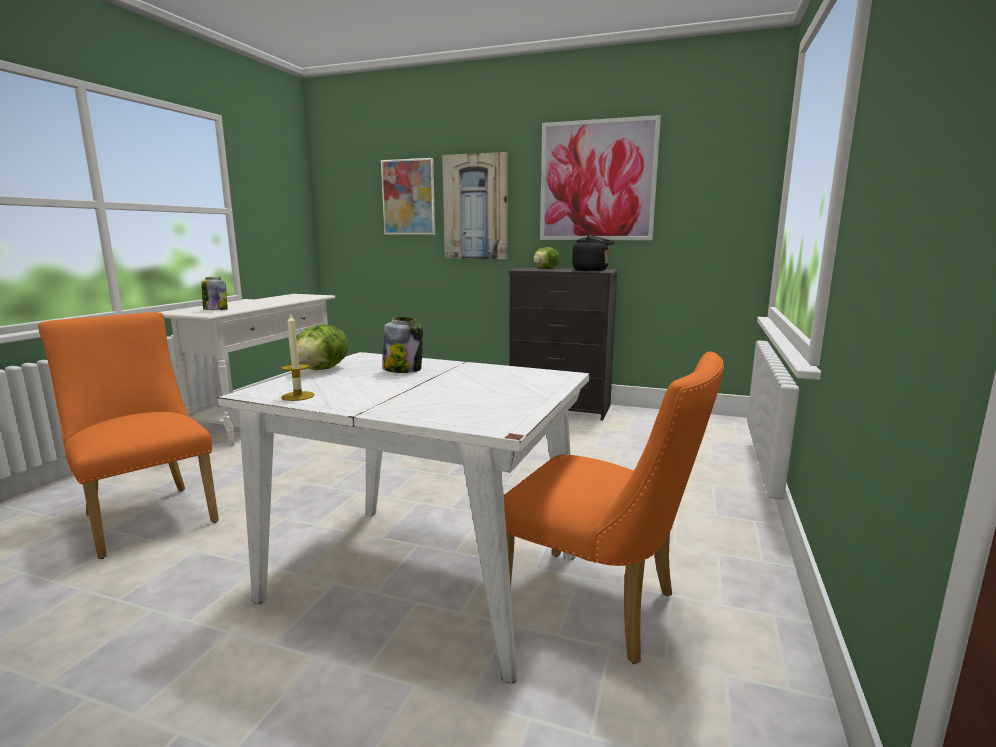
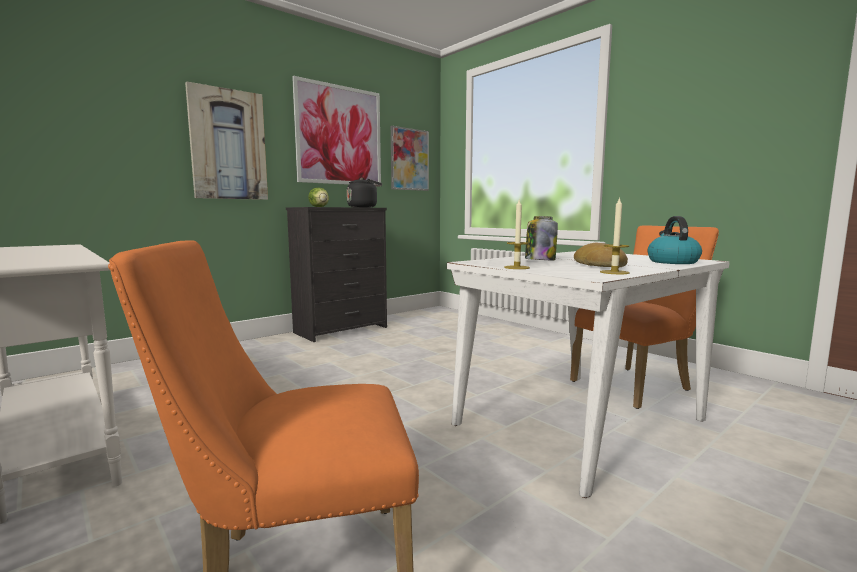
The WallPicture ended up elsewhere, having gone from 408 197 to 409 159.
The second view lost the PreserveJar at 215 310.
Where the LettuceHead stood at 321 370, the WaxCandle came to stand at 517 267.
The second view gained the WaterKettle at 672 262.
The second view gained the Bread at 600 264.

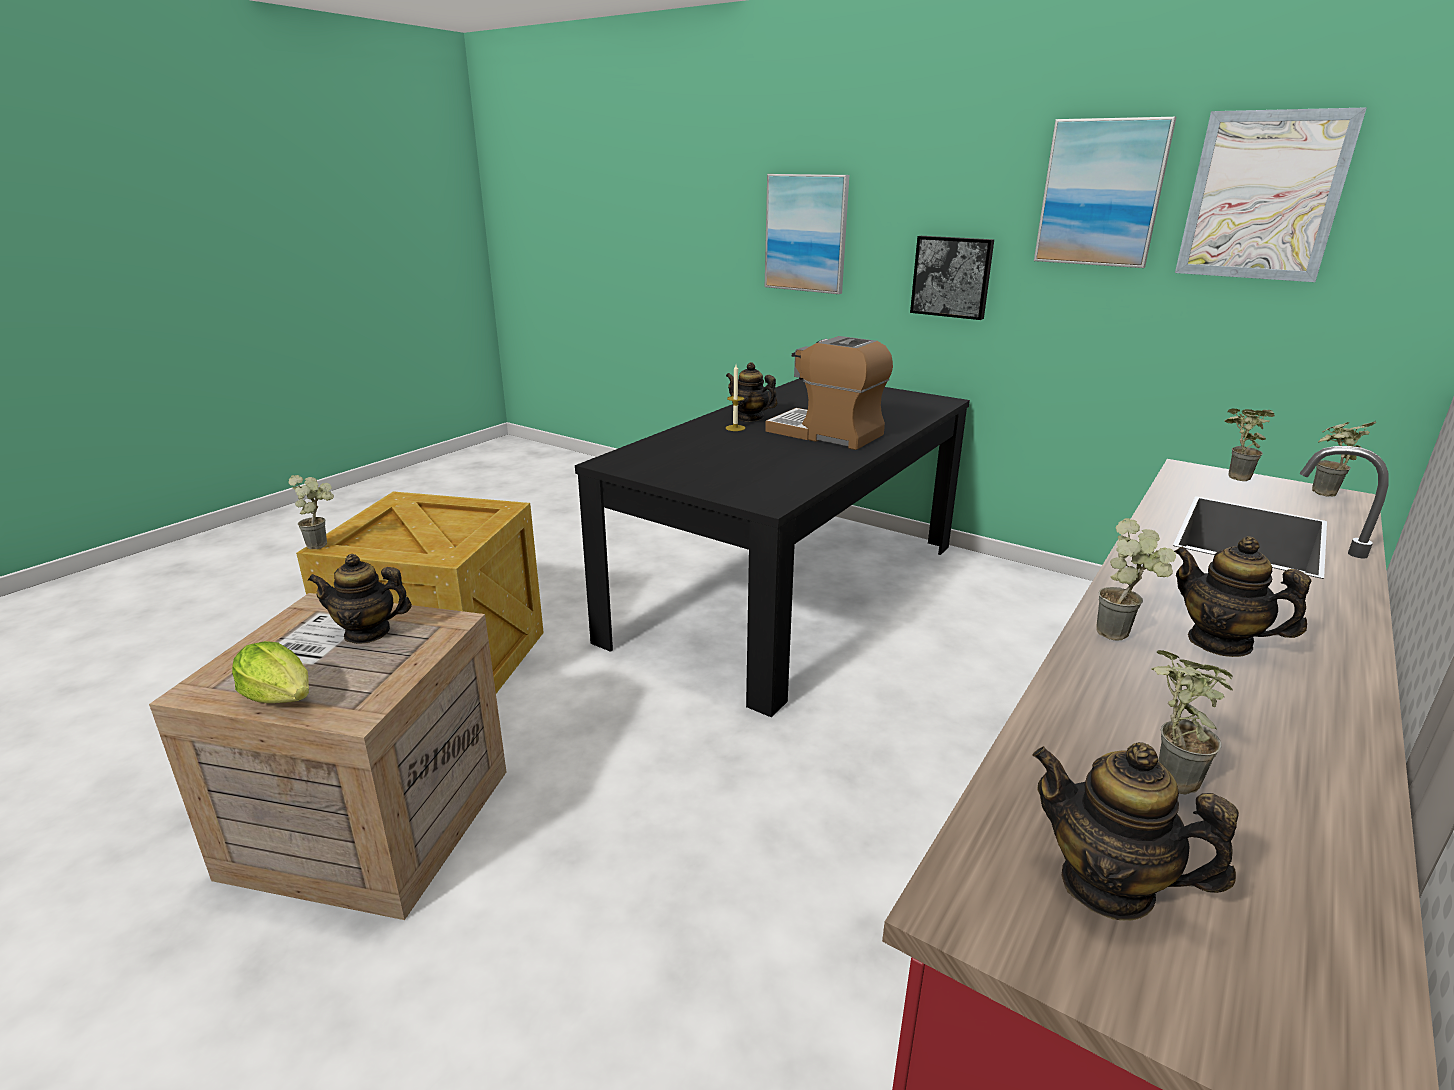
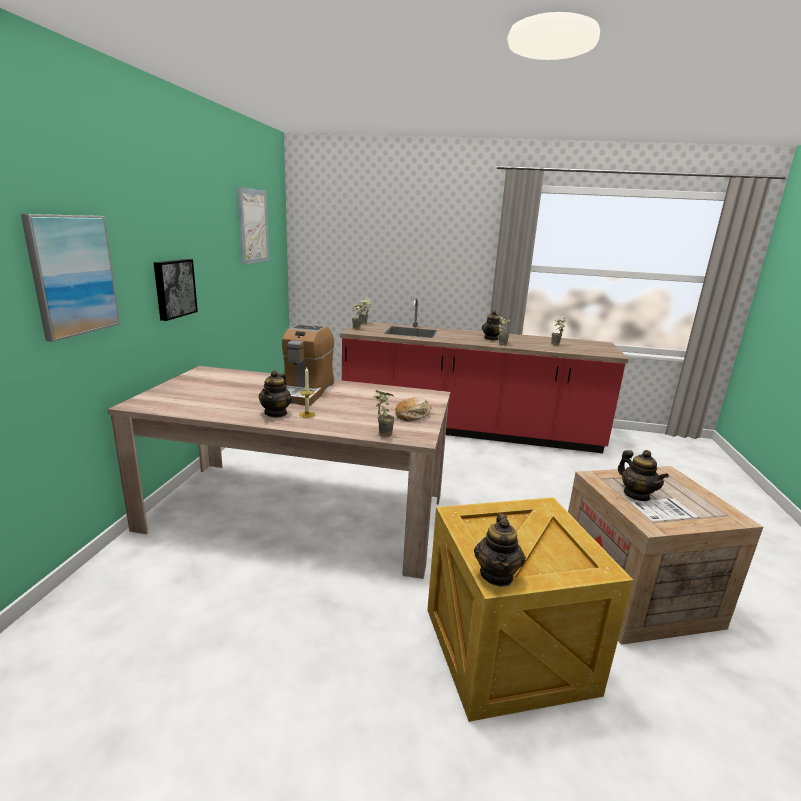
The second view lost the WallPicture at 1101 193.
What was the BlackKitchenTable at 790 590 turned into the SandColouredKitchenTable at 298 512.
The PottedPlant ended up elsewhere, having gone from 323 544 to 381 434.
The second view lost the LettuceHead at 281 696.
The PotForTea ended up elsewhere, having gone from 1108 886 to 497 575.
The second view gained the Bread at 413 415.

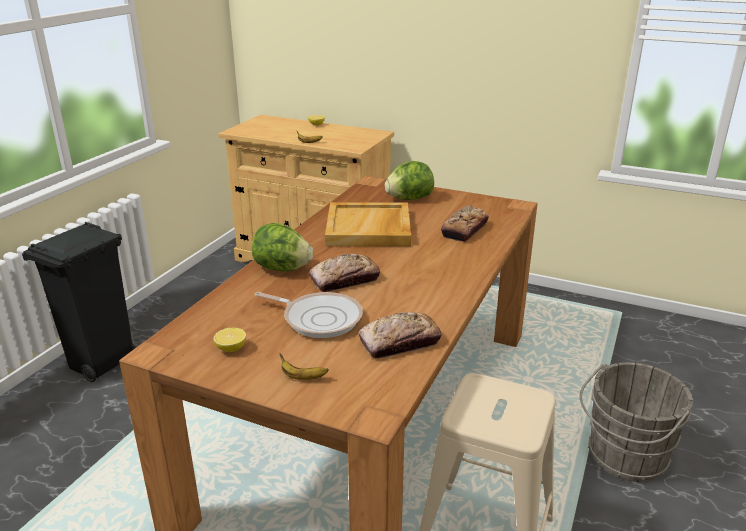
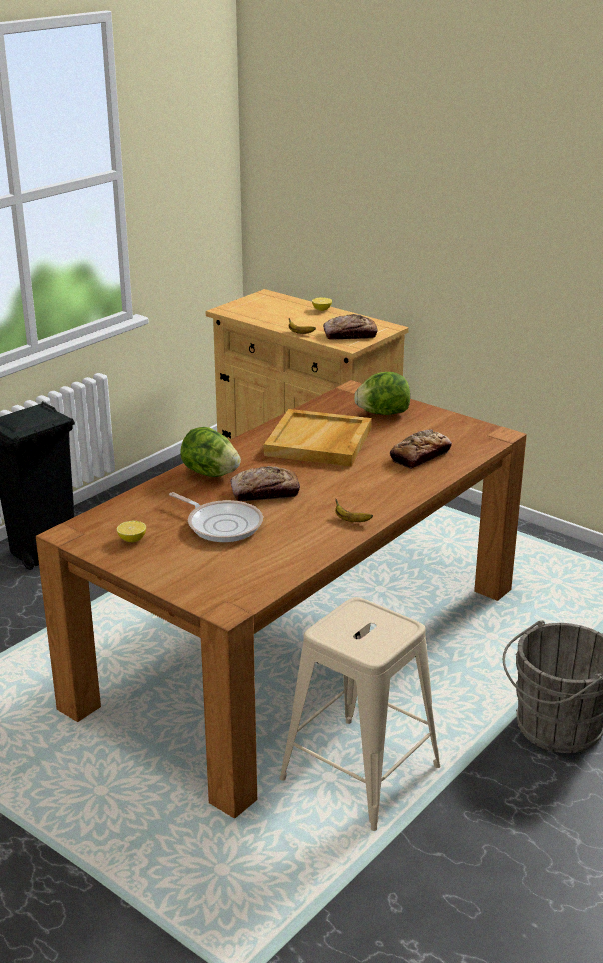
The Bread ended up elsewhere, having gone from 399 343 to 350 335.
The WholeBanana ended up elsewhere, having gone from 302 377 to 351 520.

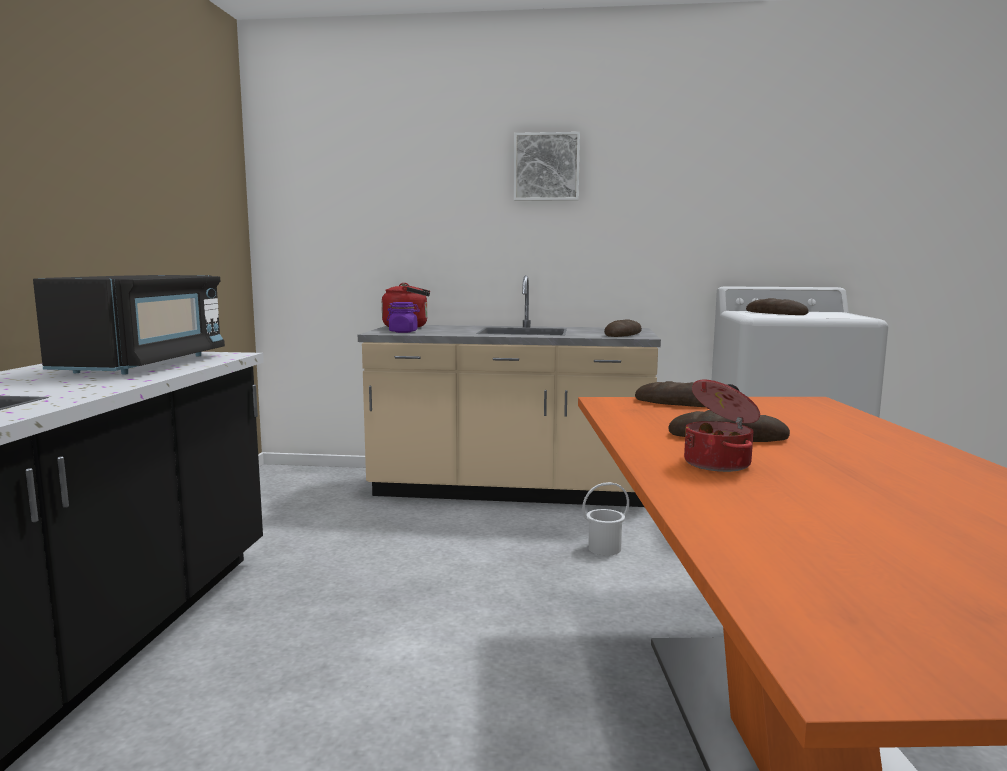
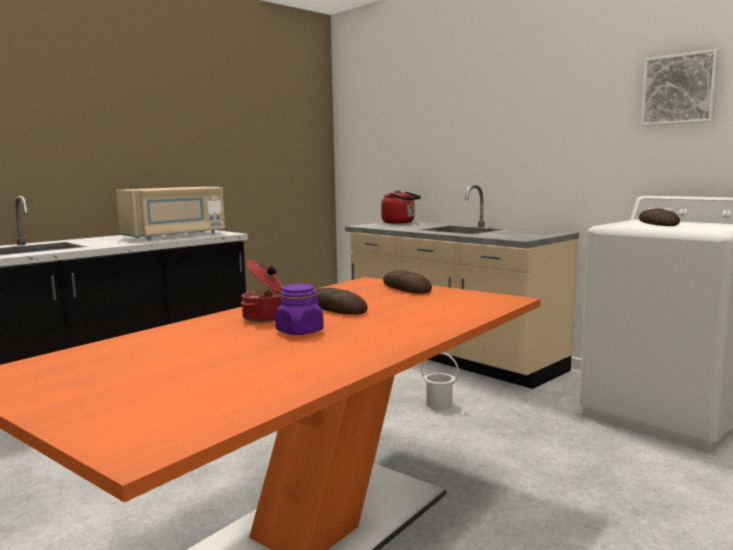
The WallPicture ended up elsewhere, having gone from 546 167 to 679 89.
What was the BlackMicrowave at 145 364 turned into the SandColouredMicrowave at 175 235.
The PurpleColouredPreserveJar ended up elsewhere, having gone from 403 332 to 300 331.
The second view lost the Bread at 623 334.

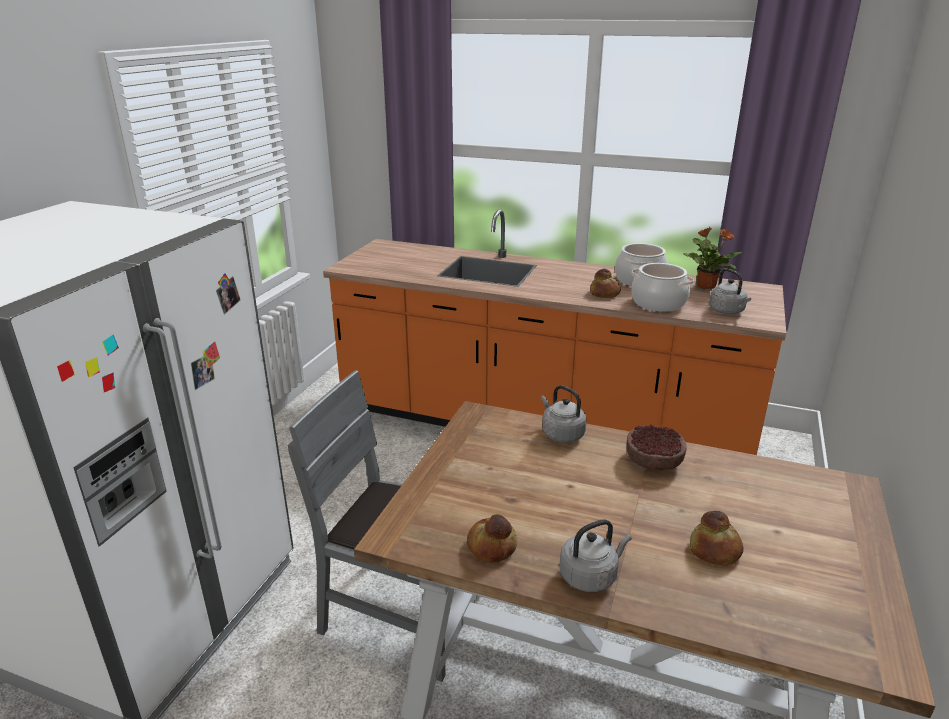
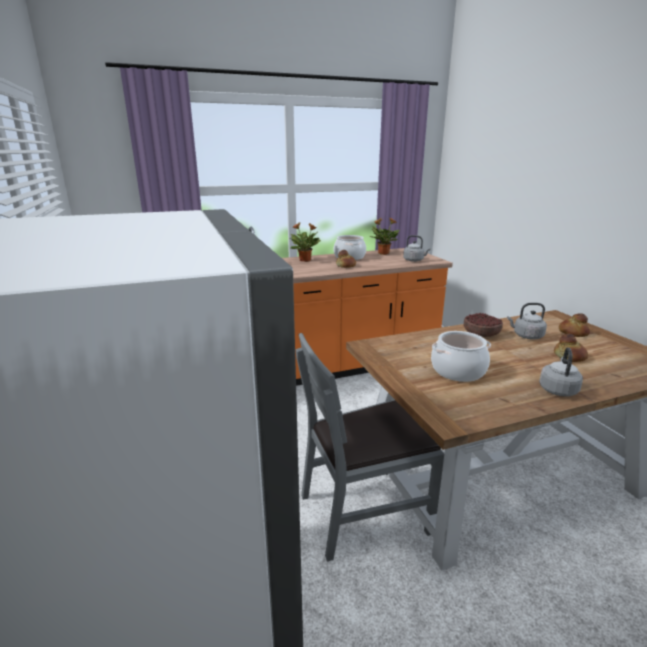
The Saucepot ended up elsewhere, having gone from 659 303 to 458 370.
The GreyWaterKettle ended up elsewhere, having gone from 561 434 to 526 336.
The Bread ended up elsewhere, having gone from 491 546 to 572 332.
The second view gained the PottedPlant at 305 260.

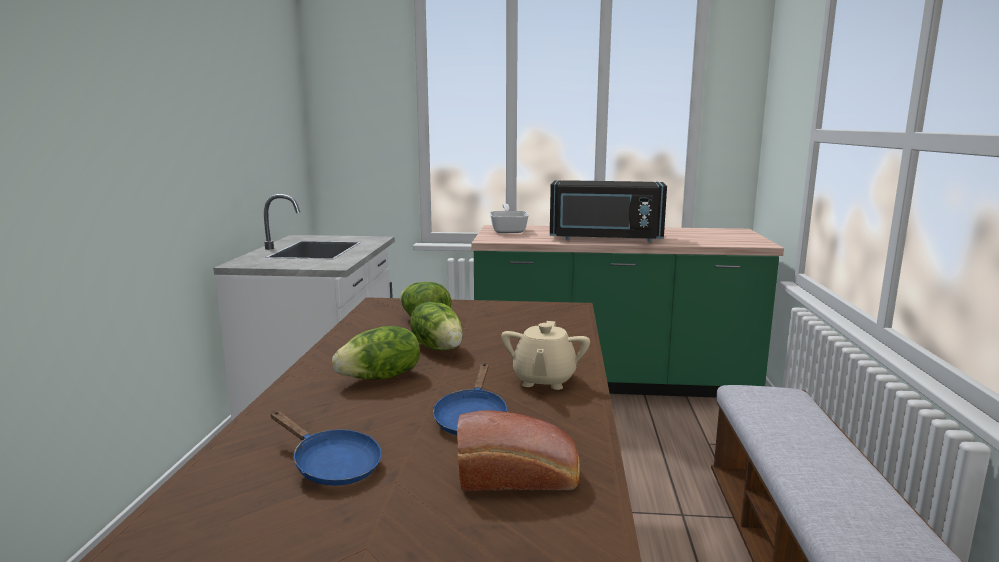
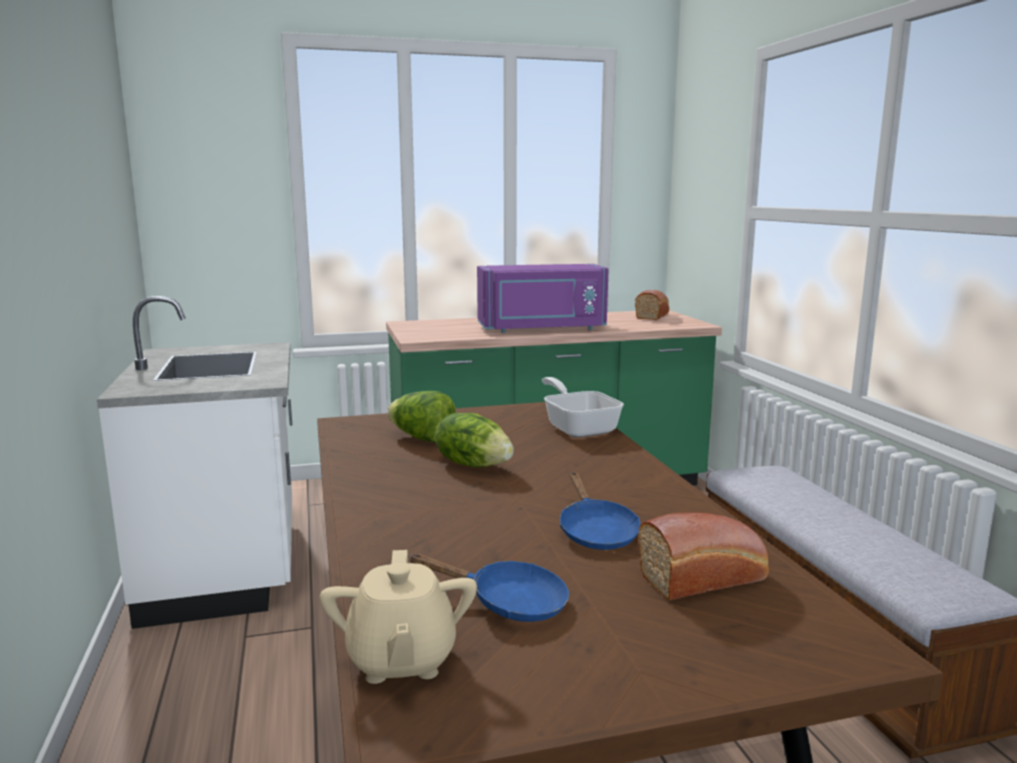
What was the BlackMicrowave at 605 238 turned into the PurpleColouredMicrowave at 542 329.
The FryingPan ended up elsewhere, having gone from 509 230 to 578 427.
The SandColouredPotForTea ended up elsewhere, having gone from 544 380 to 401 660.
The second view lost the LettuceHead at 381 378.
The second view gained the Bread at 653 316.

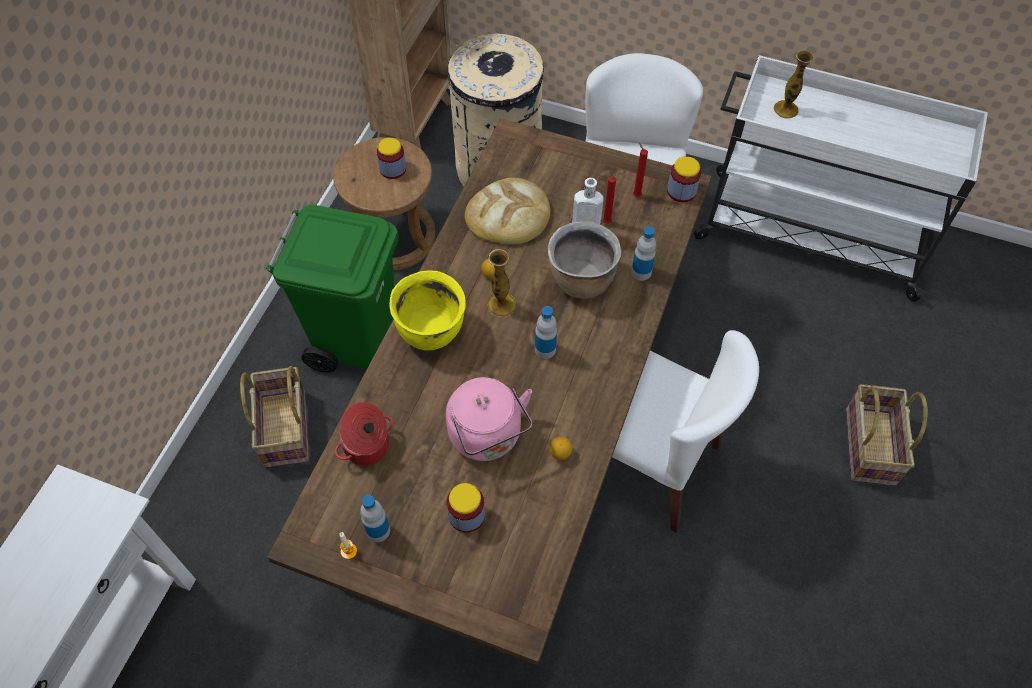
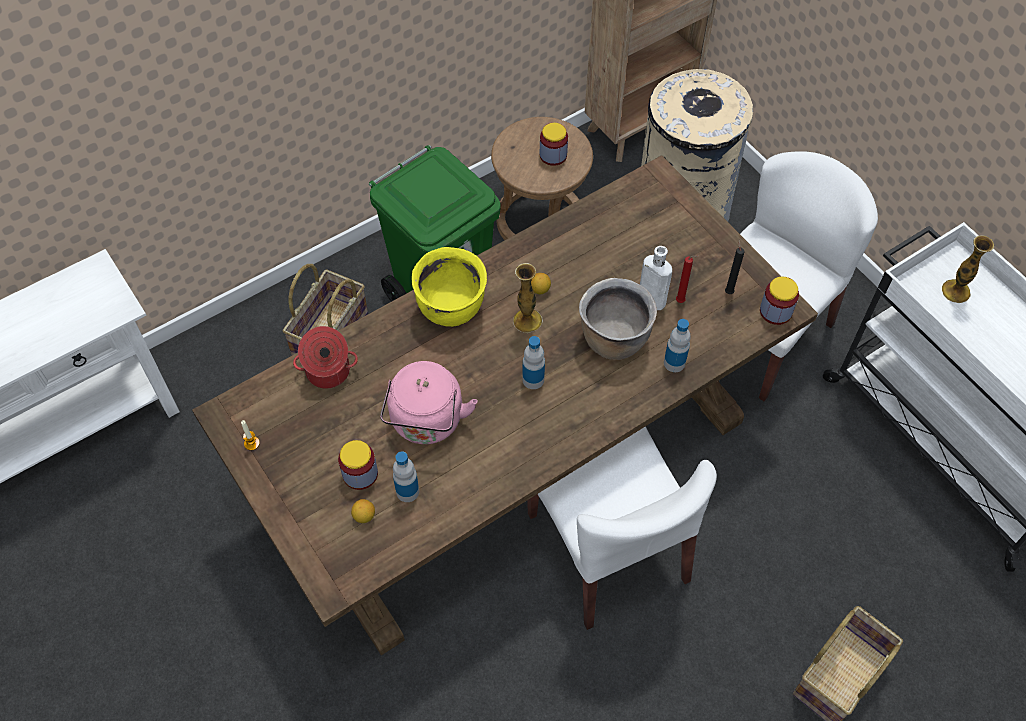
What was the RedWaxCandle at 635 195 turned into the BlackWaxCandle at 728 291.
The second view lost the Bread at 508 215.
The CitrusFruit ended up elsewhere, having gone from 560 453 to 364 516.
The BeverageBottle ended up elsewhere, having gone from 378 530 to 407 491.

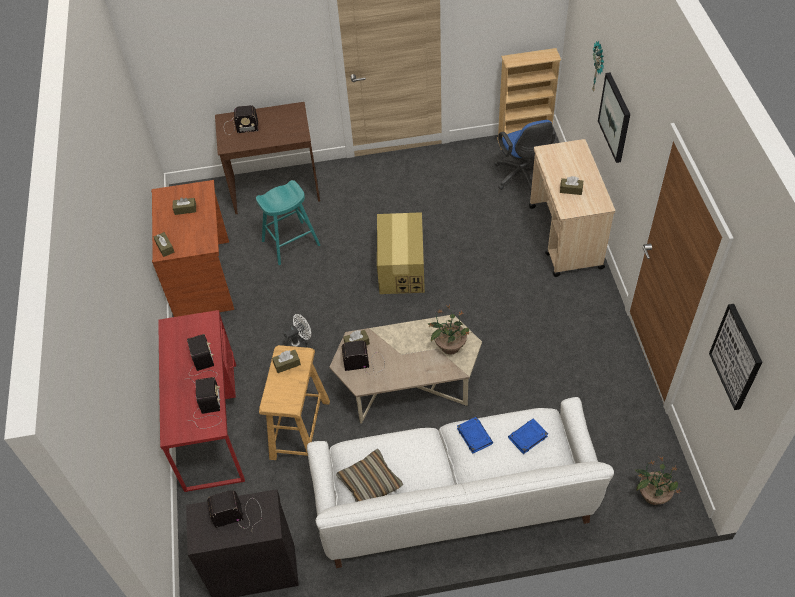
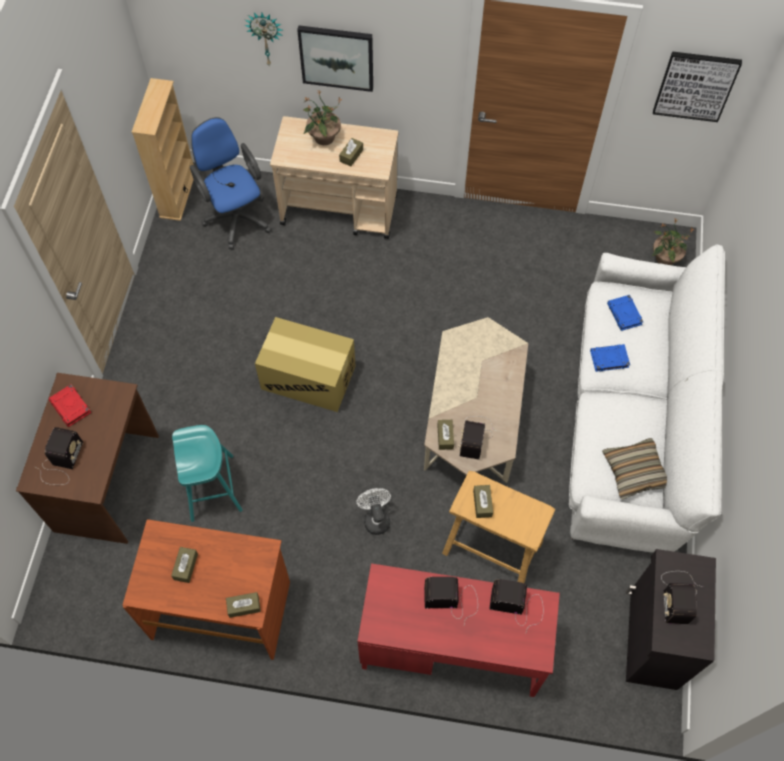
The BlueColouredComputerChair at 522 178 ended up facing another way, 120 degrees counterclockwise from before.
The PottedPlant ended up elsewhere, having gone from 449 346 to 323 137.
The second view gained the RedBoundBook at 71 407.

